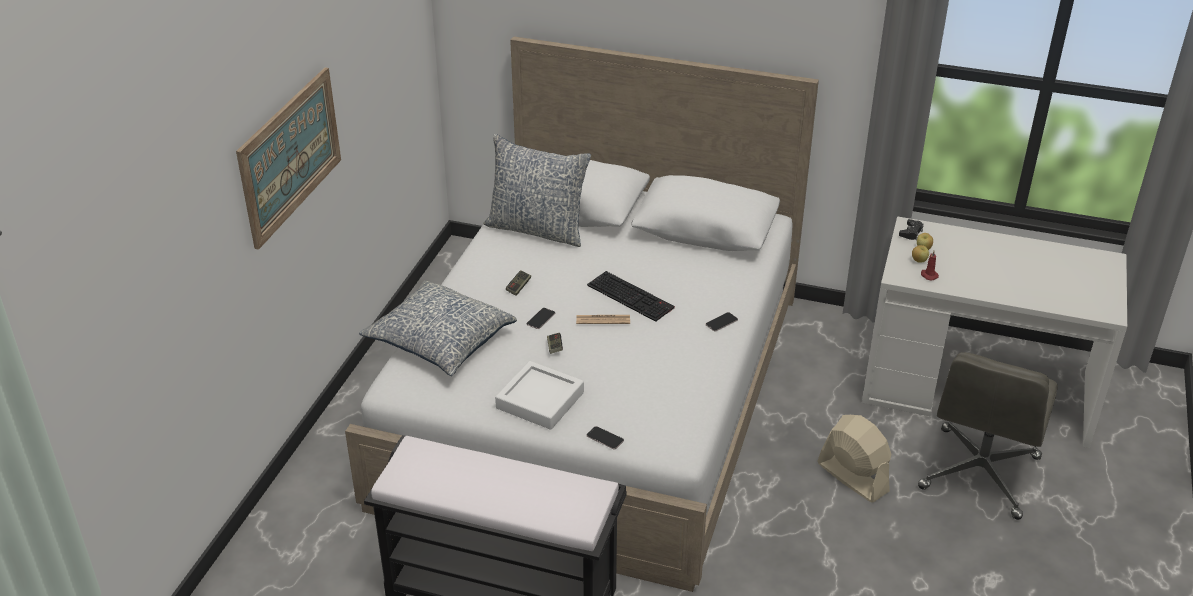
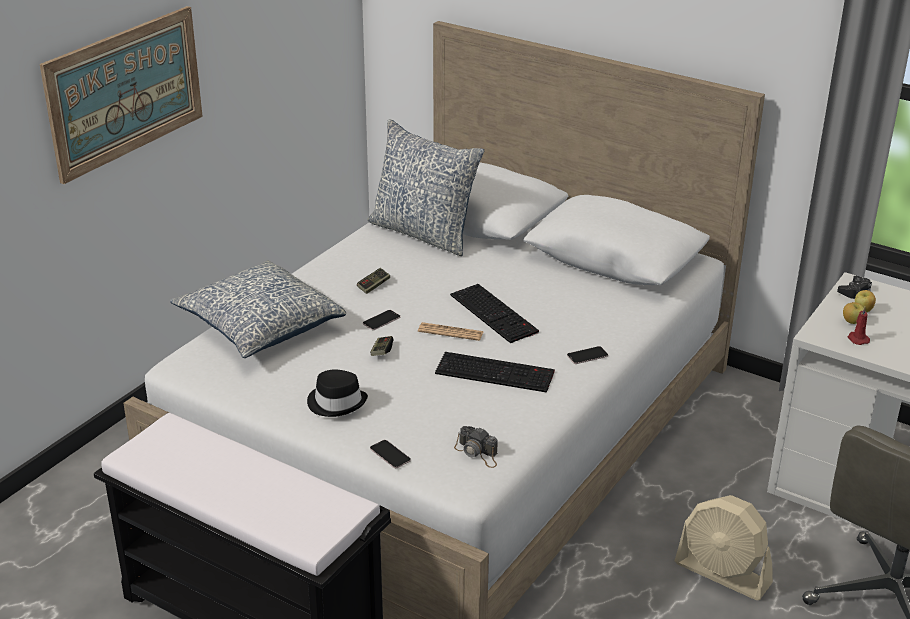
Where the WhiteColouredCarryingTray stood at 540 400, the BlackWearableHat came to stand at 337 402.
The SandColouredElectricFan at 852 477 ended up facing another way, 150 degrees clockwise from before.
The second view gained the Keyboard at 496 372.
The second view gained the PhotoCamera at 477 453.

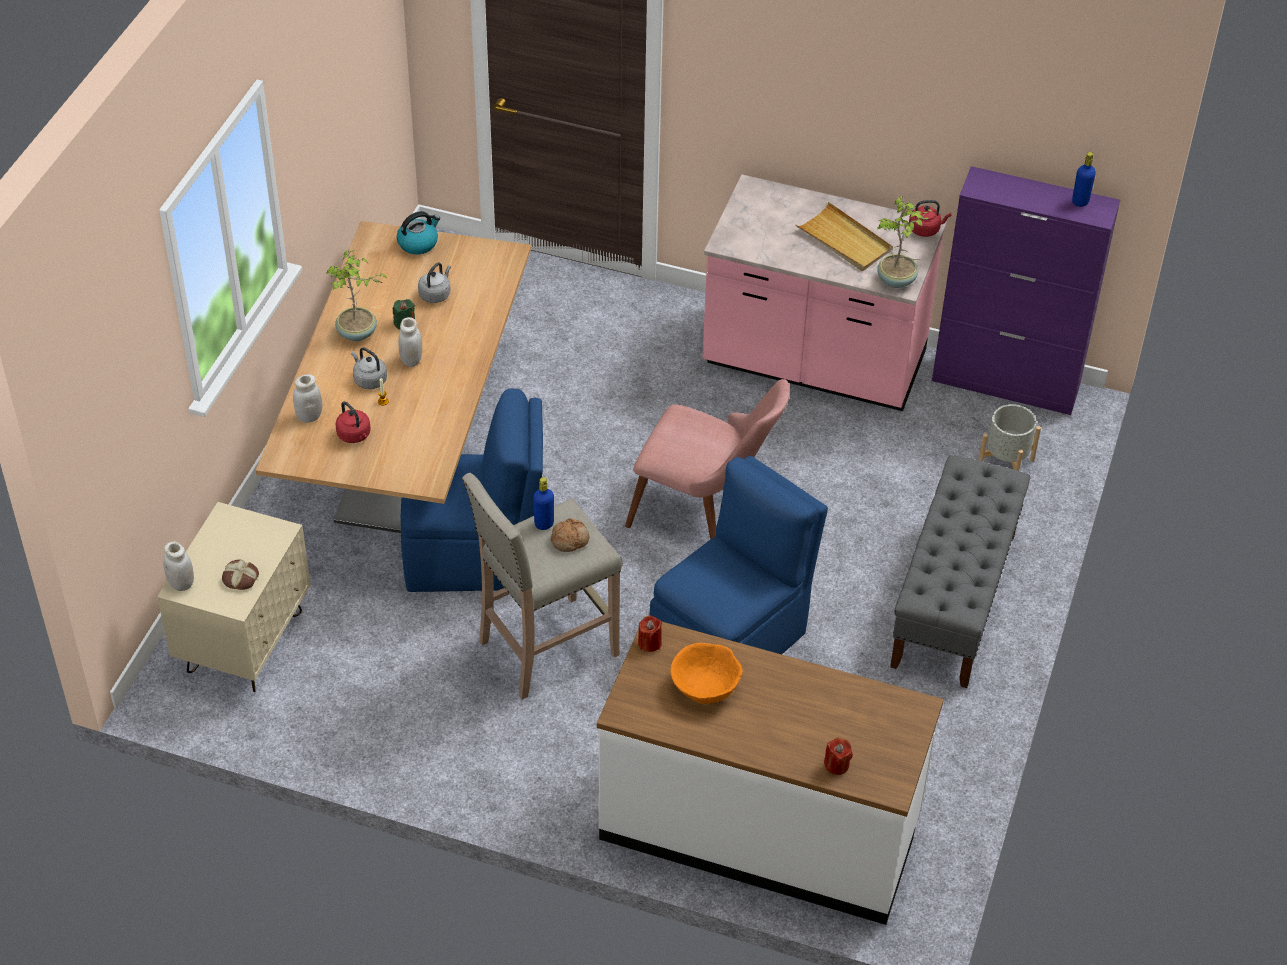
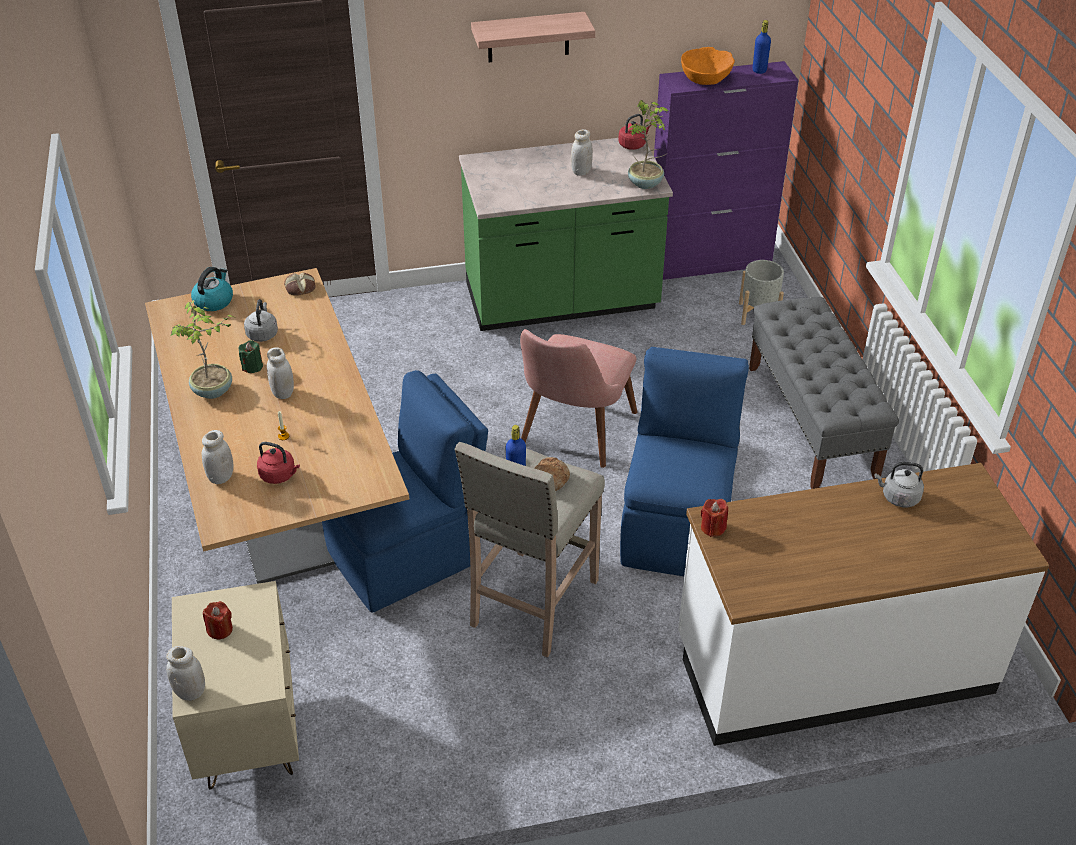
What was the PinkColouredKitchenCounter at 814 363 turned into the GreenColouredKitchenCounter at 561 301.
Where the SandColouredCarryingTray stood at 844 241, the WhiteColouredPreserveJar came to stand at 581 171.
The GreyWaterKettle ended up elsewhere, having gone from 369 380 to 898 497.
The PinkColouredChair at 706 511 ended up facing another way, 120 degrees clockwise from before.
The Bread ended up elsewhere, having gone from 240 579 to 300 288.
The OrangeColouredServingBowl ended up elsewhere, having gone from 705 687 to 705 79.
The RedWaxCandle ended up elsewhere, having gone from 836 765 to 220 630.
The second view gained the WallShelf at 528 37.

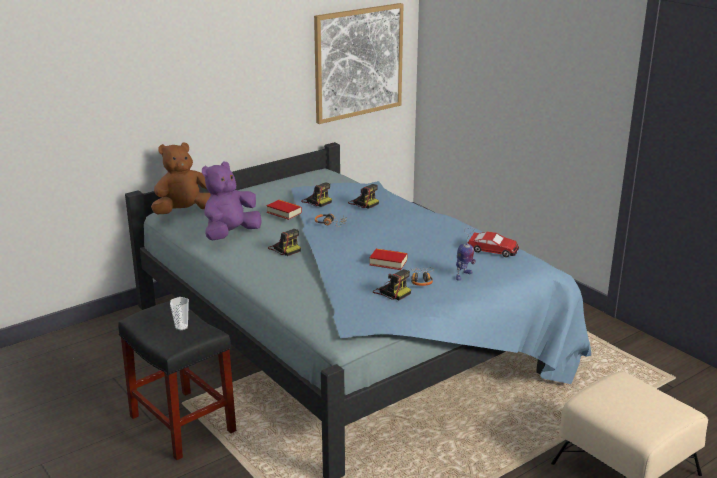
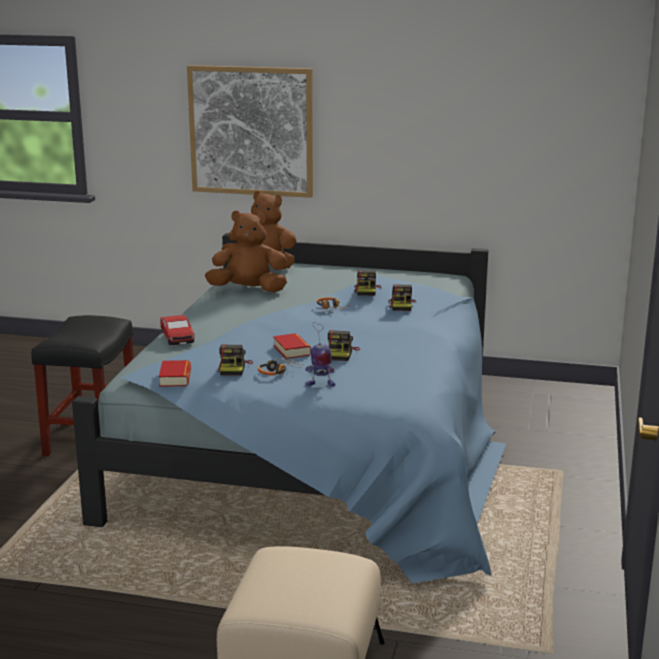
The WallPicture ended up elsewhere, having gone from 358 62 to 251 131.
What was the PurpleColouredPlushToy at 230 234 turned into the BrownColouredPlushToy at 248 290.
The BoundBook ended up elsewhere, having gone from 284 212 to 175 378.
The PhotoCamera ended up elsewhere, having gone from 284 249 to 341 354.
The ToyCar ended up elsewhere, having gone from 493 250 to 177 337.
The second view lost the SmallCup at 181 327.

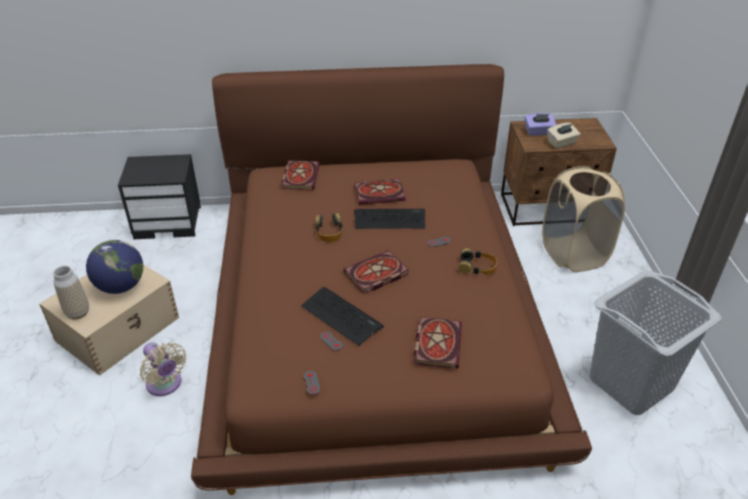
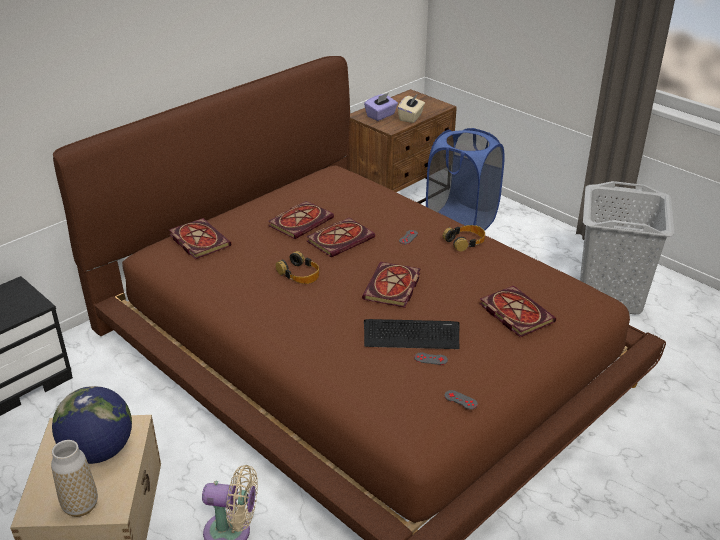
What was the SandColouredWashingBasket at 573 253 turned into the BlueColouredWashingBasket at 461 221.
Where the Keyboard stood at 389 219, the BoundBook came to stand at 341 239.

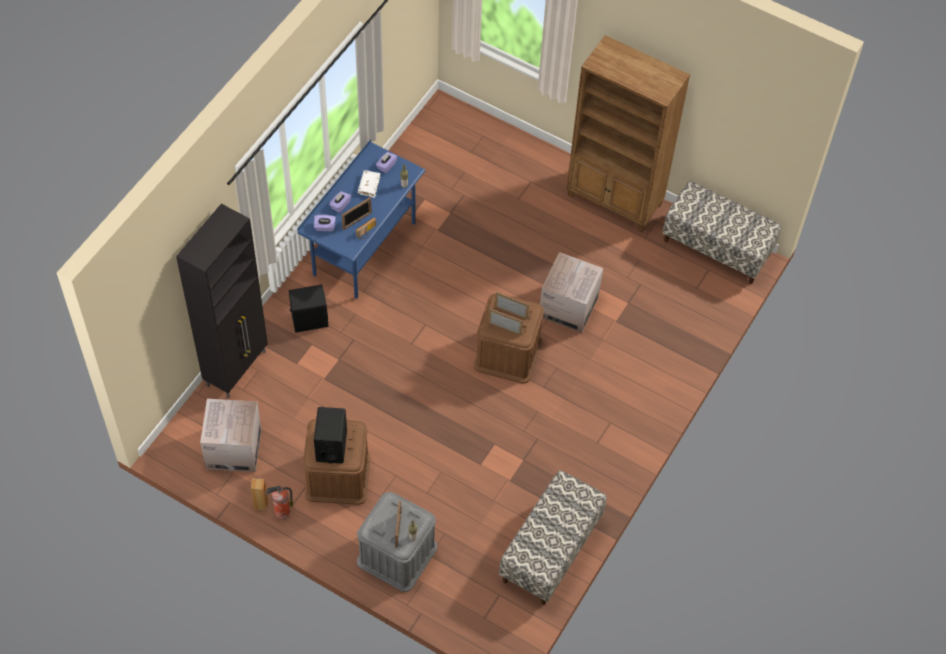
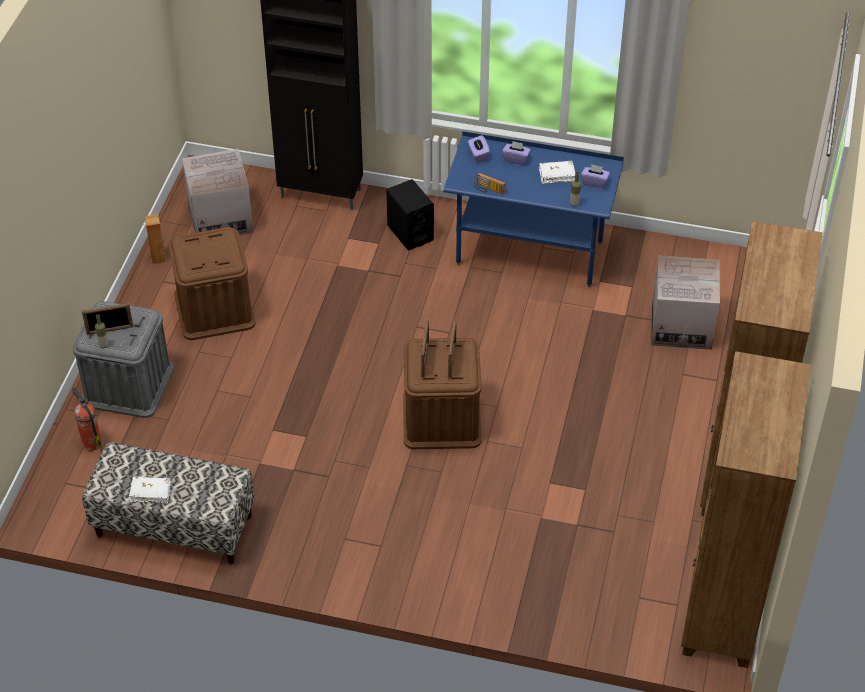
Where the IndoorBench stood at 717 247, the BrownColouredShelvingUnit came to stand at 721 607.
The second view lost the PhotoFrame at 357 221.
The PackingBox ended up elsewhere, having gone from 568 306 to 681 325.
The second view lost the BlackAudioSpeaker at 331 446.
The FireExtinguisher ended up elsewhere, having gone from 281 512 to 91 442.
The second view gained the WhiteColouredBoundBook at 151 493.

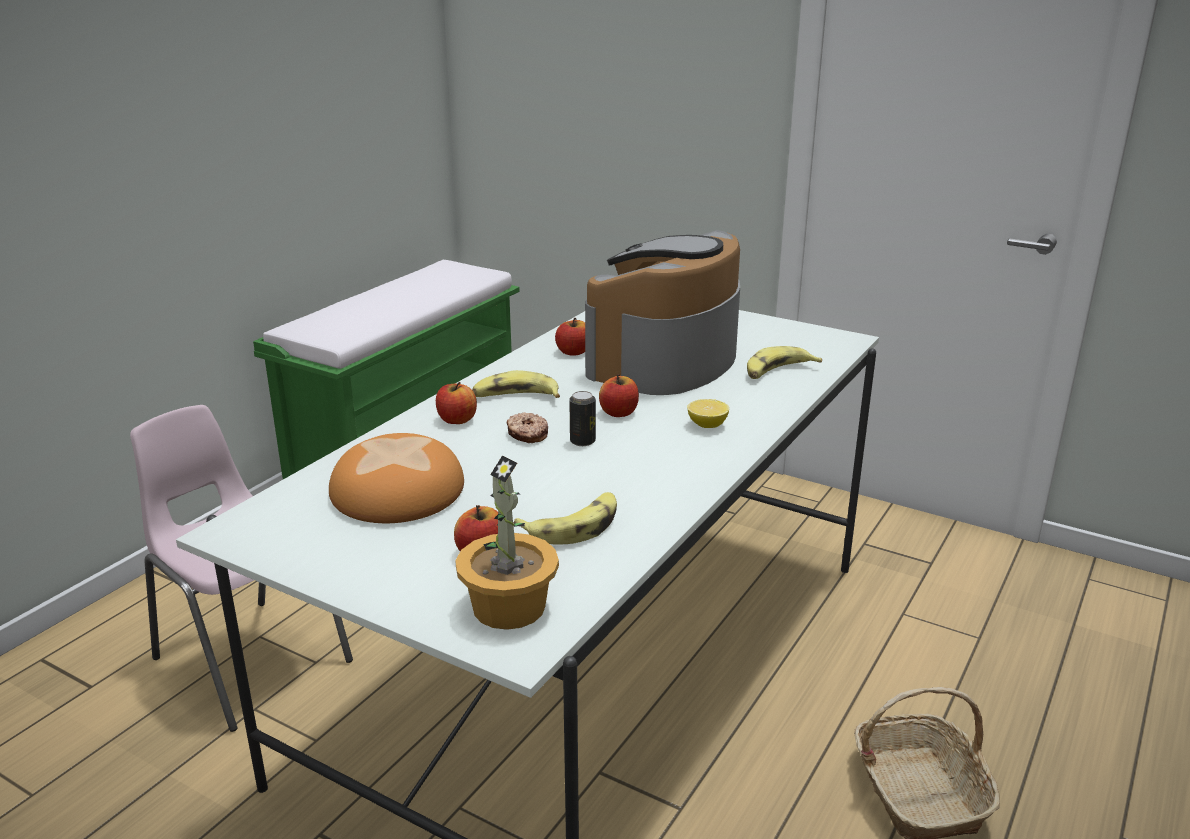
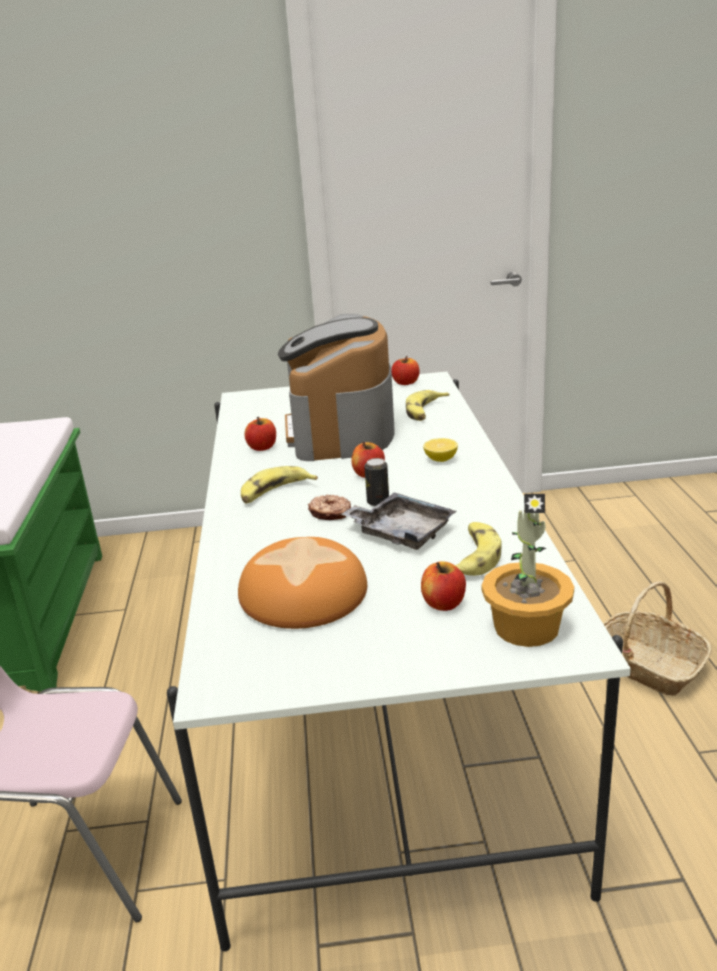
The WholeApple ended up elsewhere, having gone from 456 420 to 406 383.
The second view gained the GreyCarryingTray at 401 532.

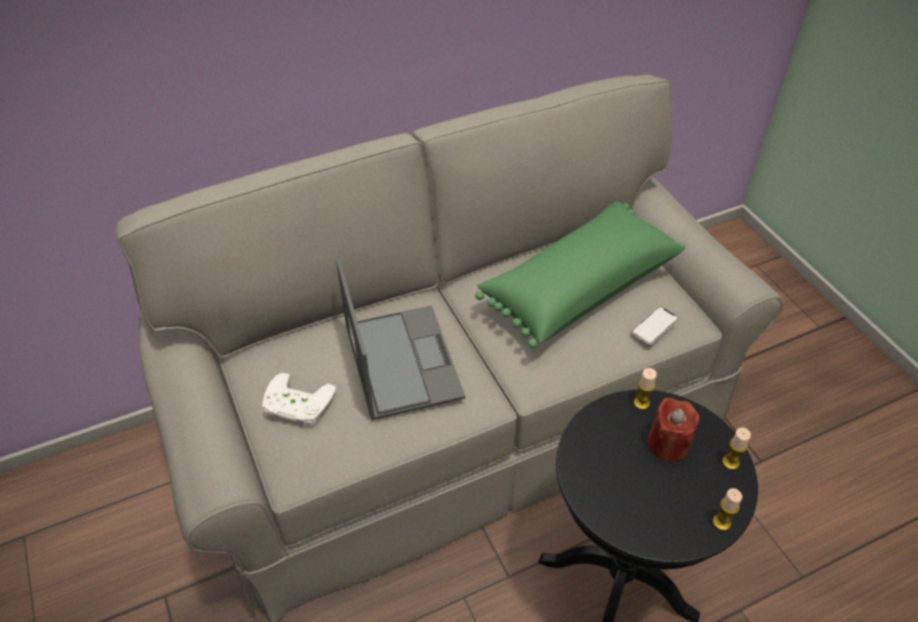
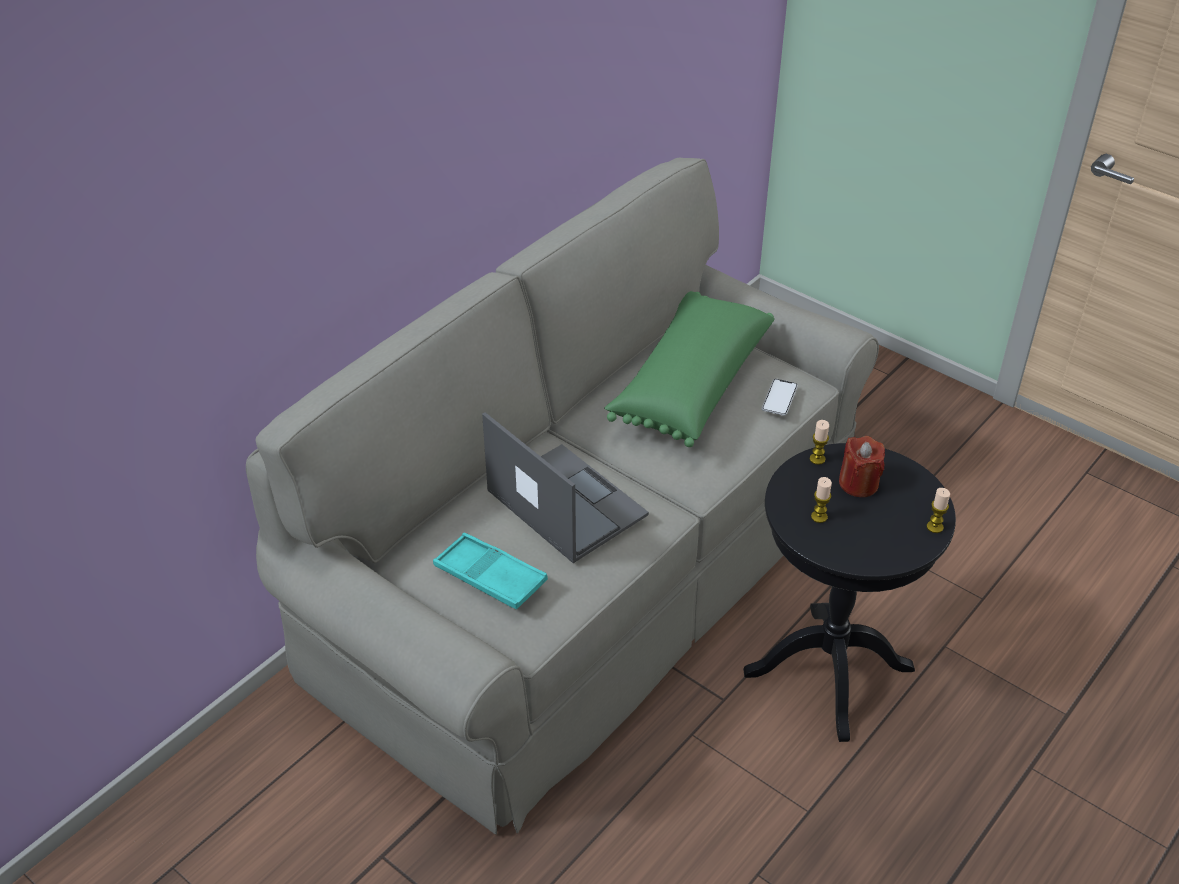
Where the WhiteColouredGameController stood at 296 406, the TurquoiseCarryingTray came to stand at 490 577.
The WaxCandle ended up elsewhere, having gone from 730 462 to 819 517.

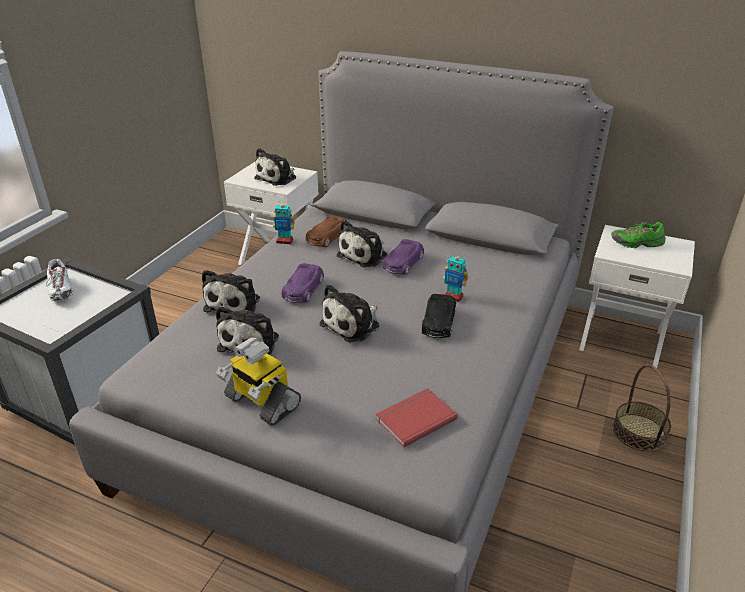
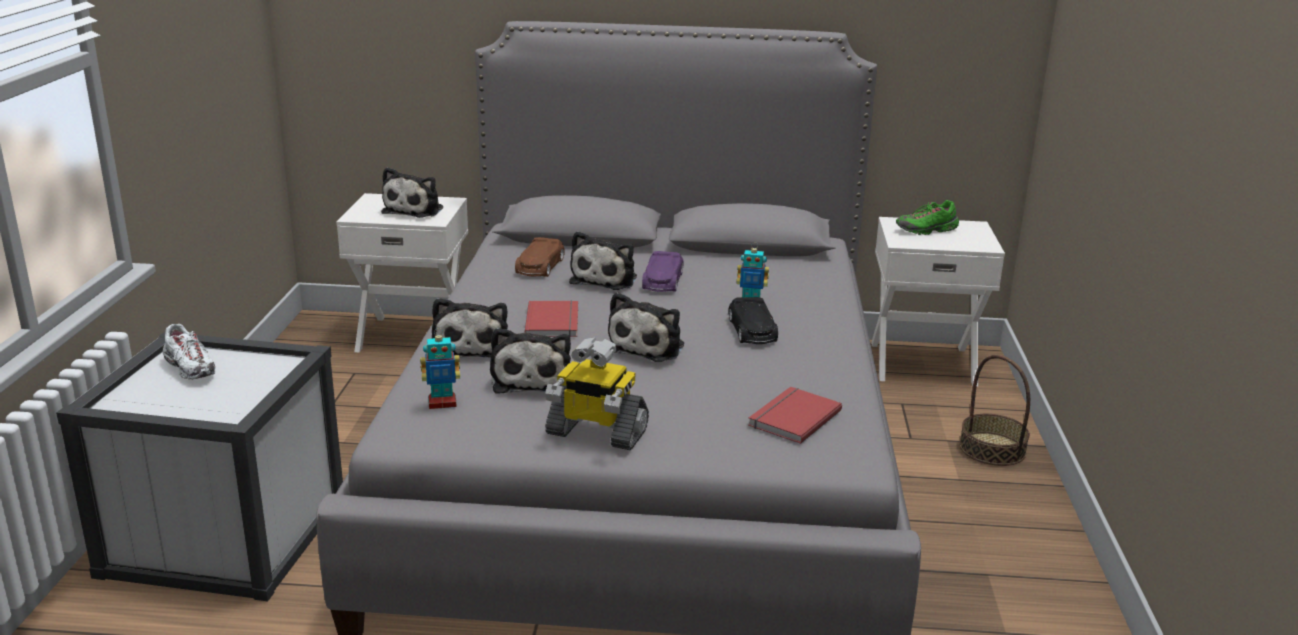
The ModelRobot ended up elsewhere, having gone from 285 241 to 442 403.
Where the PurpleColouredToyCar stood at 303 290, the RedBoundBook came to stand at 554 322.

